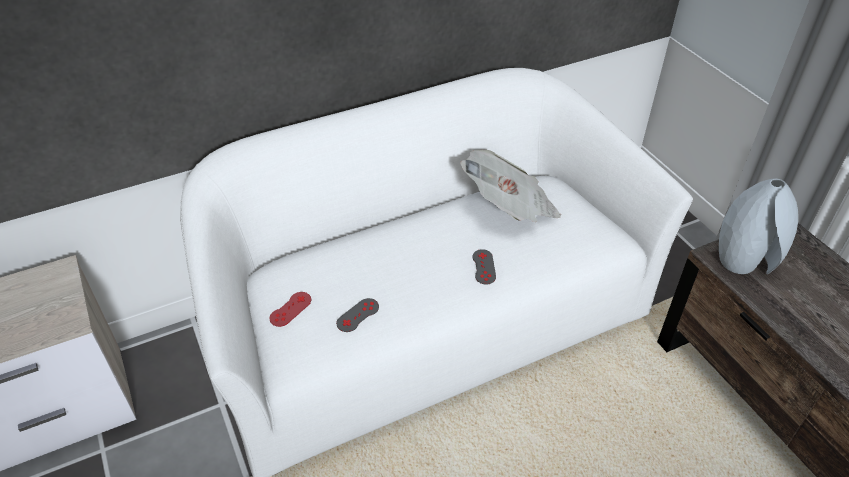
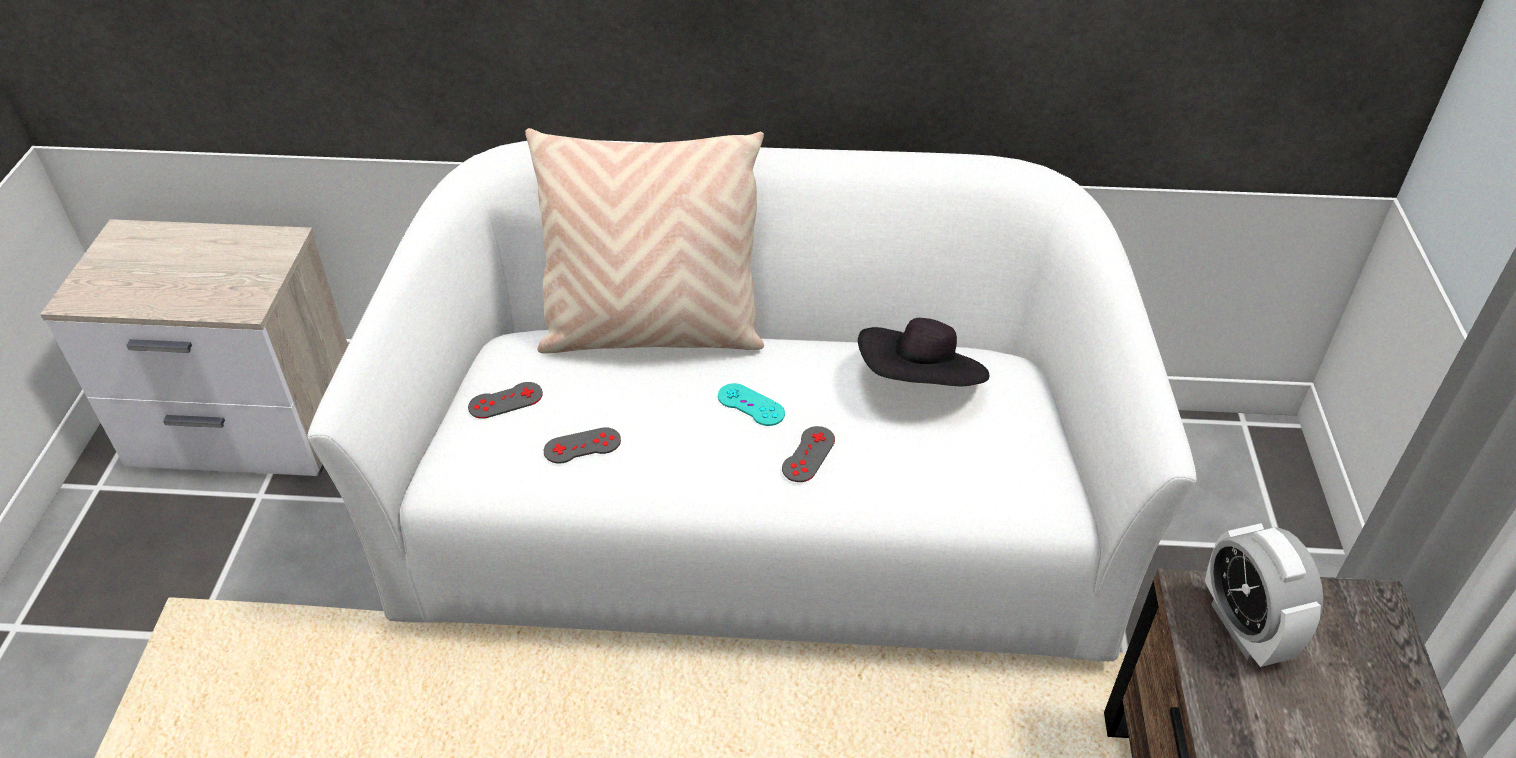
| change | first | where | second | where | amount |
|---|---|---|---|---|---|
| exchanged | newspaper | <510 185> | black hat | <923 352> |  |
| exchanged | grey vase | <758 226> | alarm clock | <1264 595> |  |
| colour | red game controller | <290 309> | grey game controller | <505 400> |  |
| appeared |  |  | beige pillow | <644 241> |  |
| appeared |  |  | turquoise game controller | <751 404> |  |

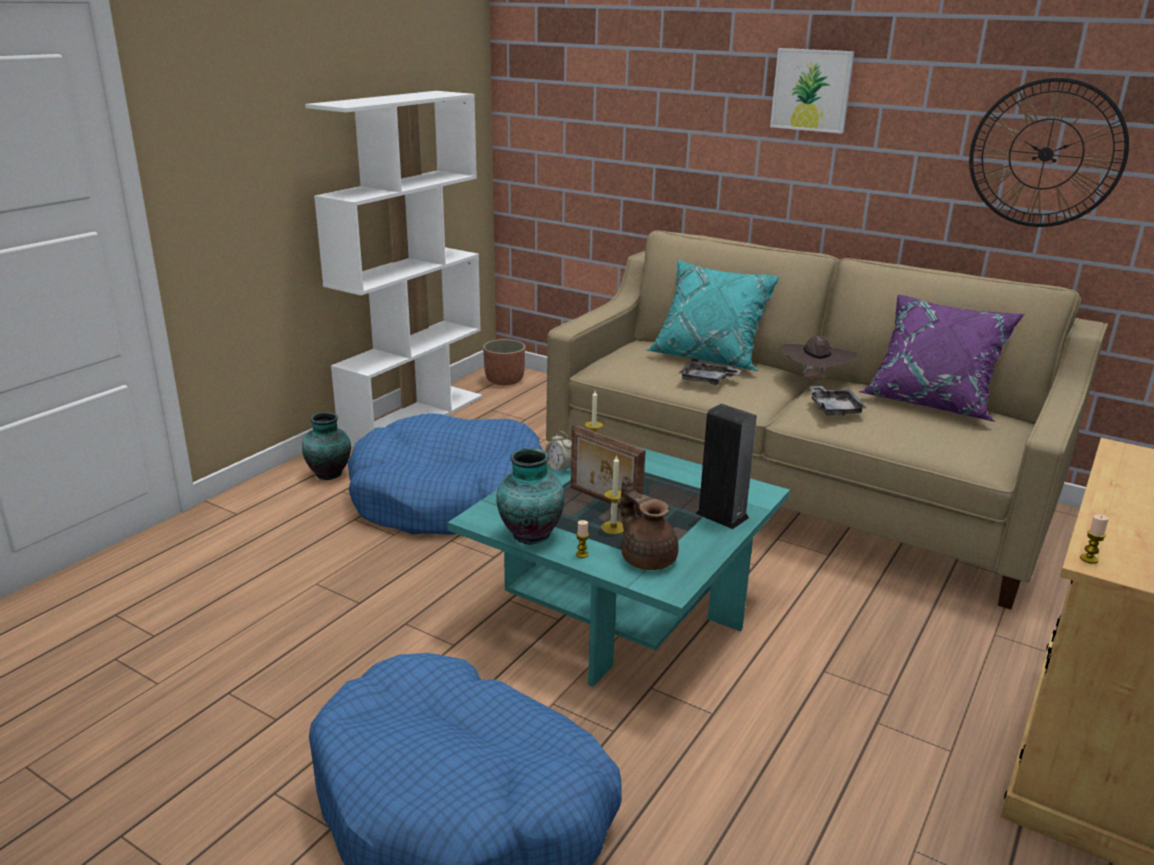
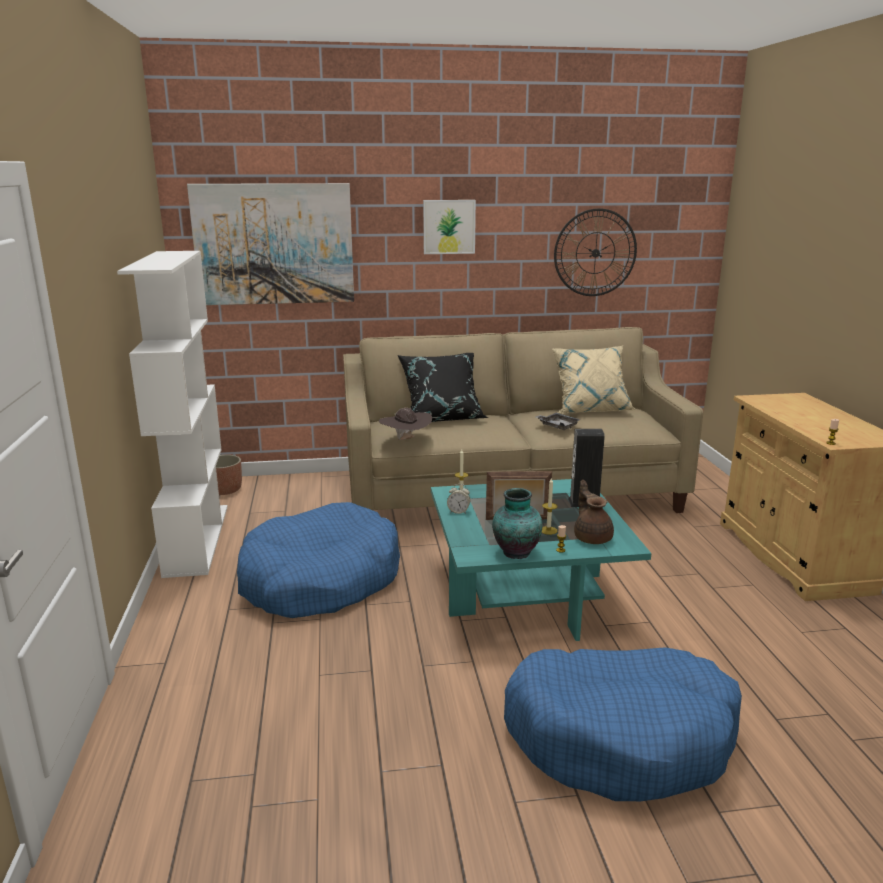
| change | first | where | second | where | amount |
|---|---|---|---|---|---|
| colour | turquoise pillow | <712 315> | black pillow | <443 387> |  |
| colour | purple pillow | <941 358> | beige pillow | <594 379> |  |
| relocated | brown hat | <818 357> |  | <405 424> |  |
| missing | grey tray | <710 371> |  |  |  |
| missing | vase | <326 446> |  |  |  |
| spun | brown teapot | <649 522> |  | <594 512> | 60 degrees clockwise |
| appeared |  |  | picture | <270 244> |  |

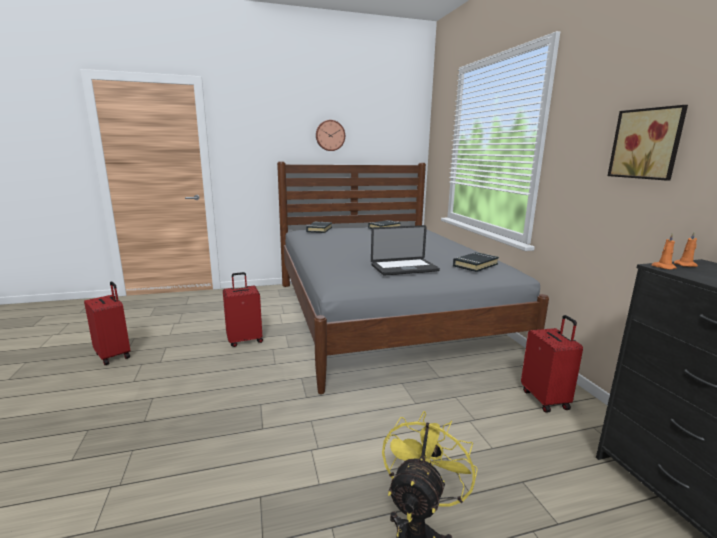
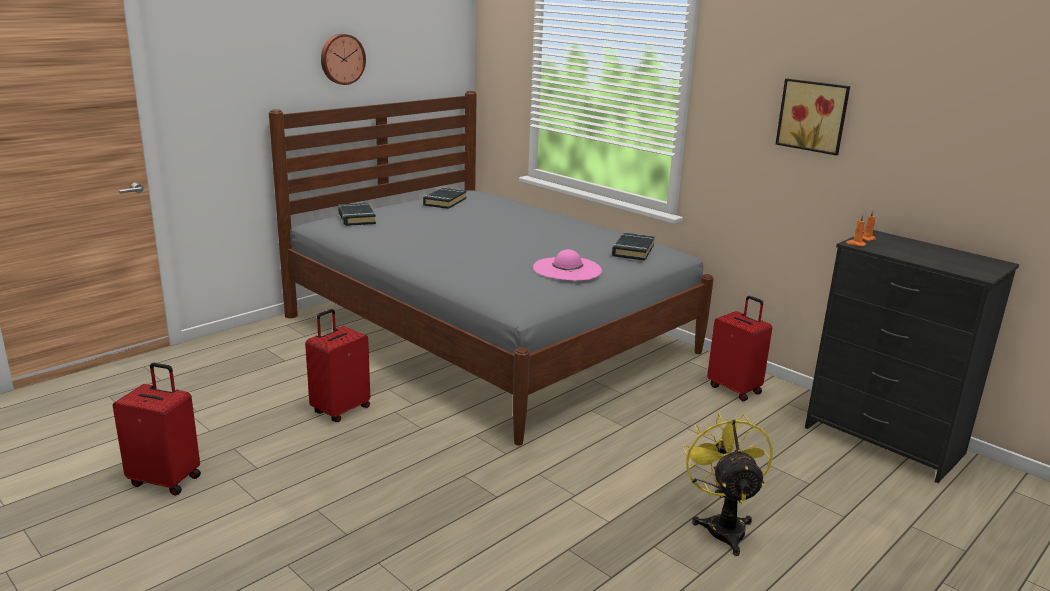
| change | first | where | second | where | amount |
|---|---|---|---|---|---|
| exchanged | laptop | <405 250> | pink hat | <567 265> |  |

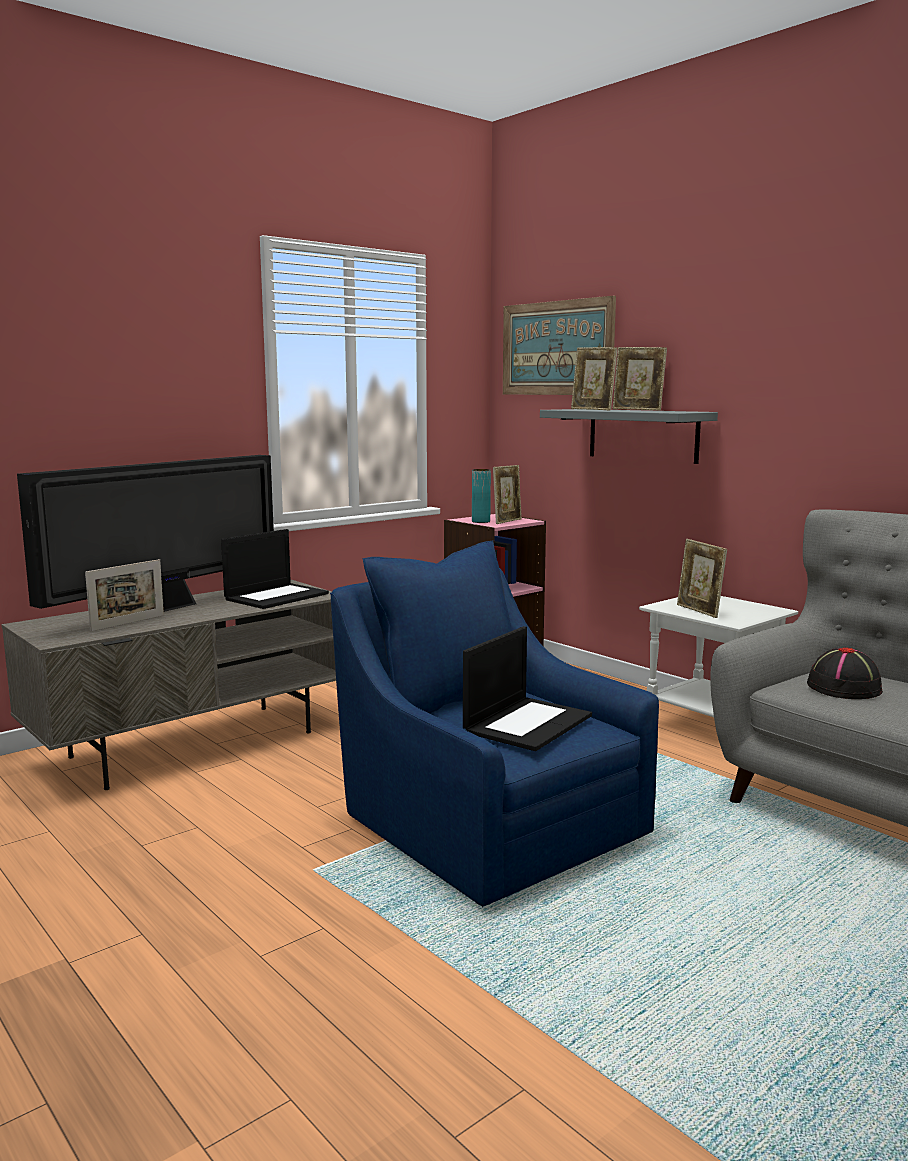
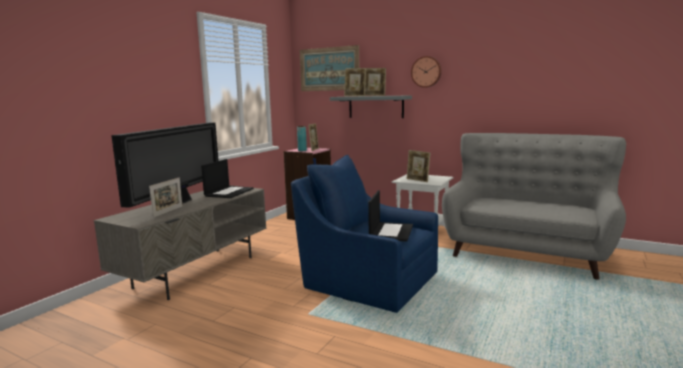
| change | first | where | second | where | amount |
|---|---|---|---|---|---|
| missing | black hat | <845 673> |  |  |  |
| appeared |  |  | wall clock | <426 72> |  |

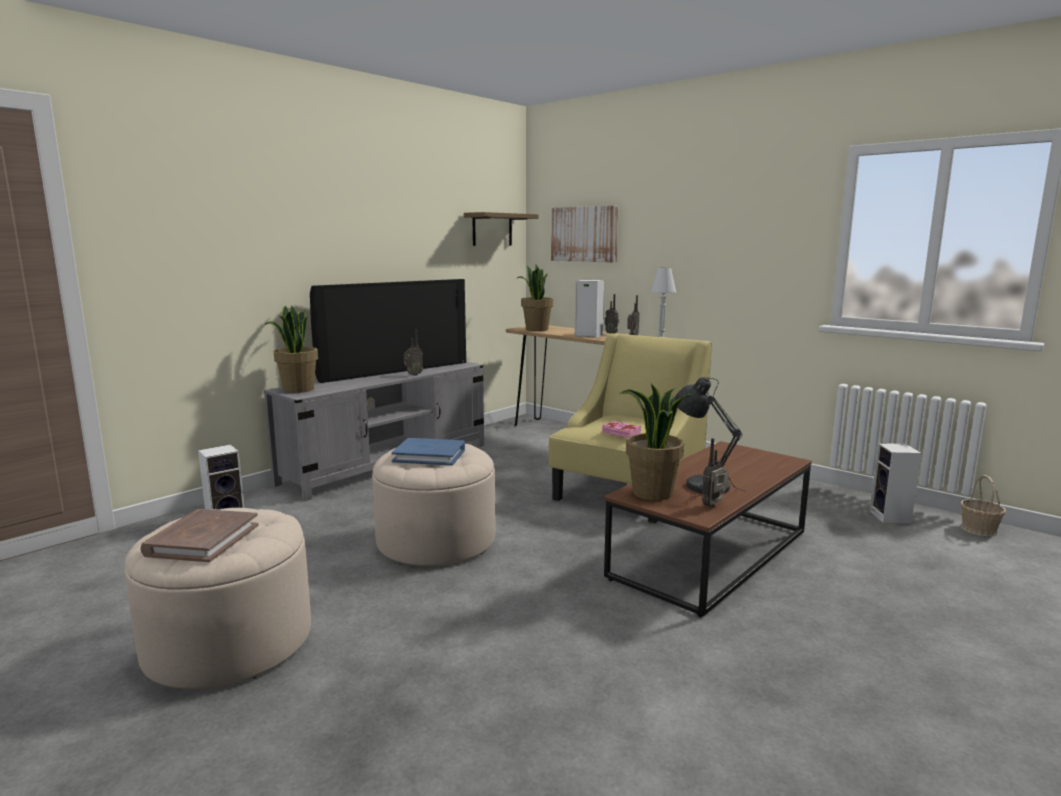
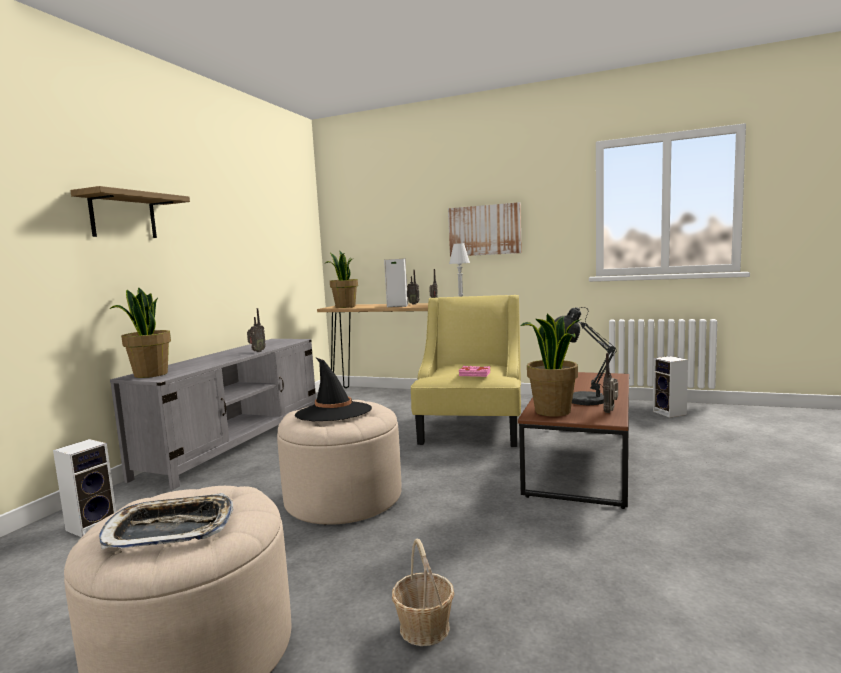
| change | first | where | second | where | amount |
|---|---|---|---|---|---|
| relocated | picture | <584 234> |  | <485 229> |  |
| relocated | shelf | <501 229> |  | <130 212> |  |
| missing | television | <388 331> |  |  |  |
| exchanged | blue book | <428 452> | black hat | <333 389> |  |
| relocated | basket | <983 505> |  | <423 592> |  |
| exchanged | brown book | <199 535> | tray | <166 521> |  |

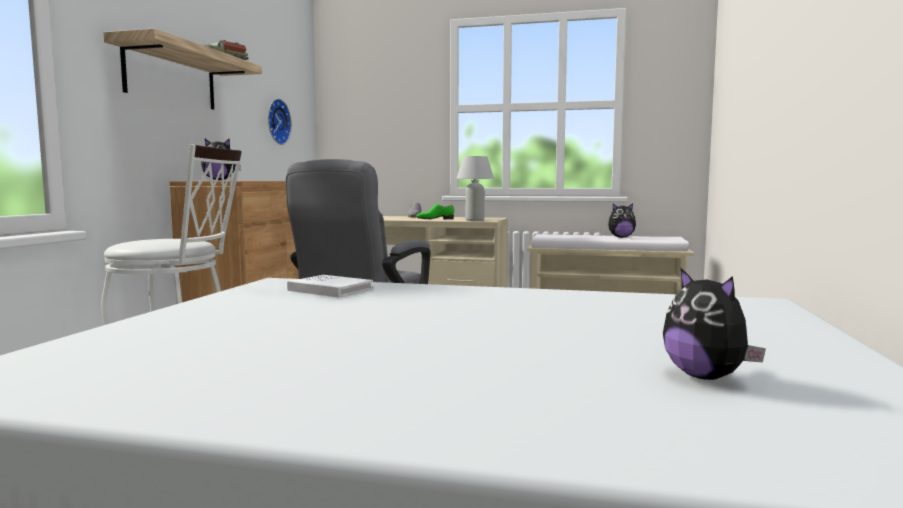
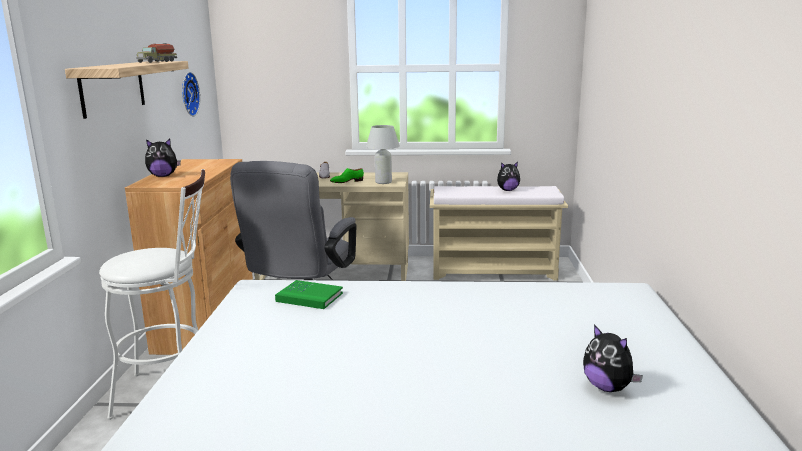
| change | first | where | second | where | amount |
|---|---|---|---|---|---|
| colour | white book | <330 286> | green book | <309 294> |  |

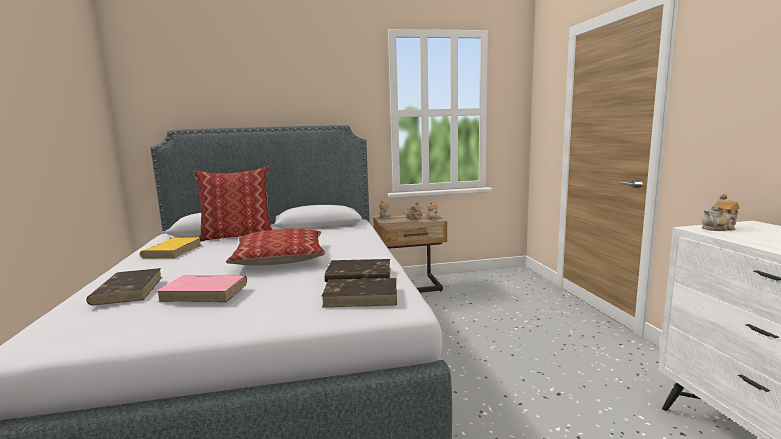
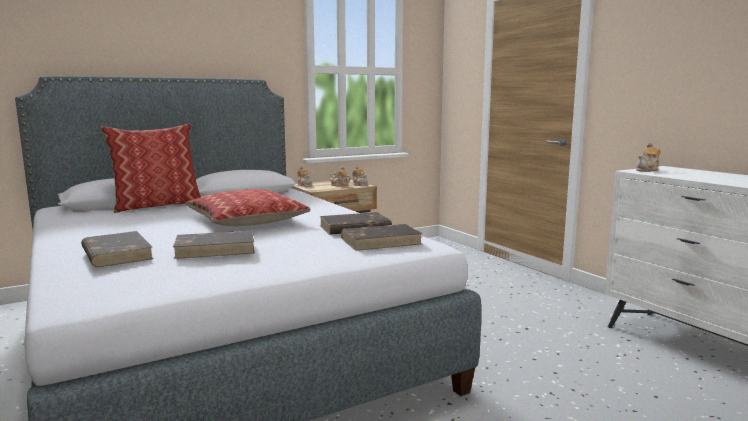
| change | first | where | second | where | amount |
|---|---|---|---|---|---|
| missing | yellow book | <170 248> |  |  |  |
| colour | pink book | <202 289> | brown book | <214 244> |  |

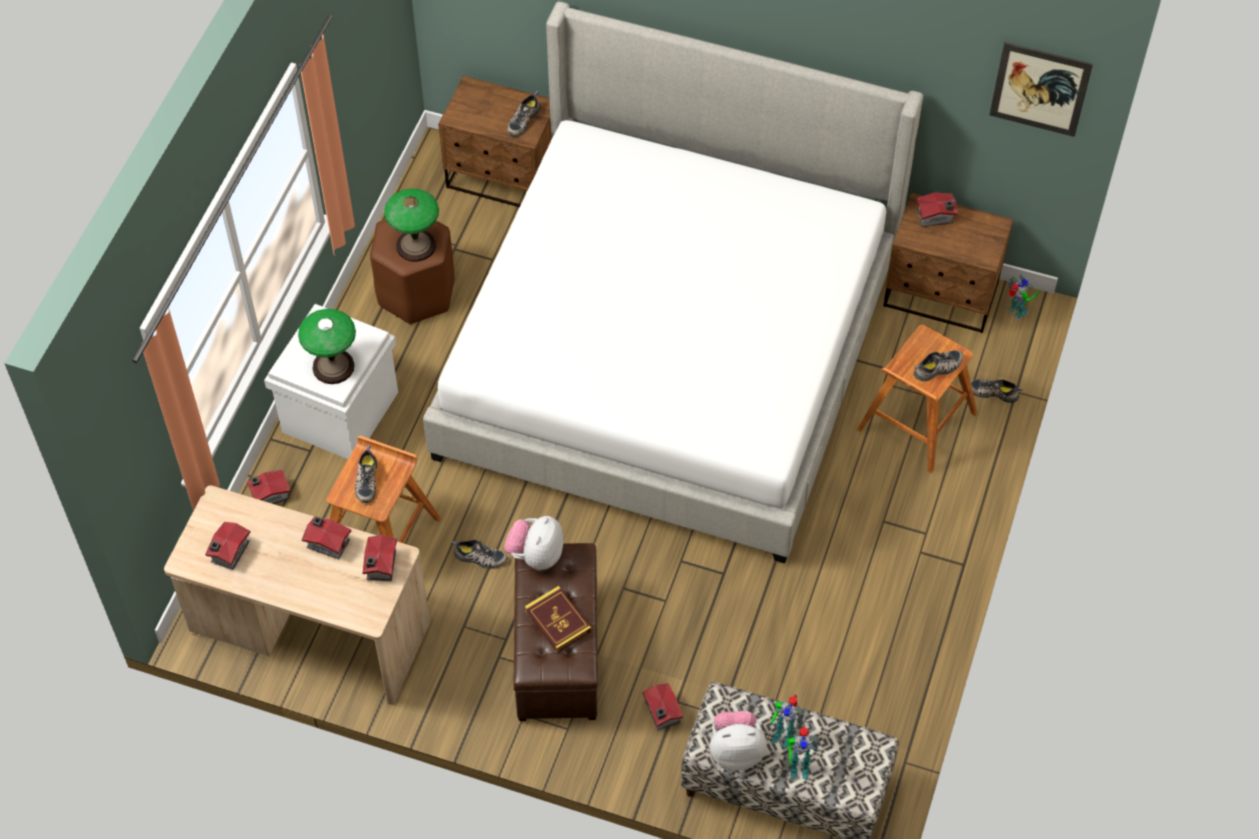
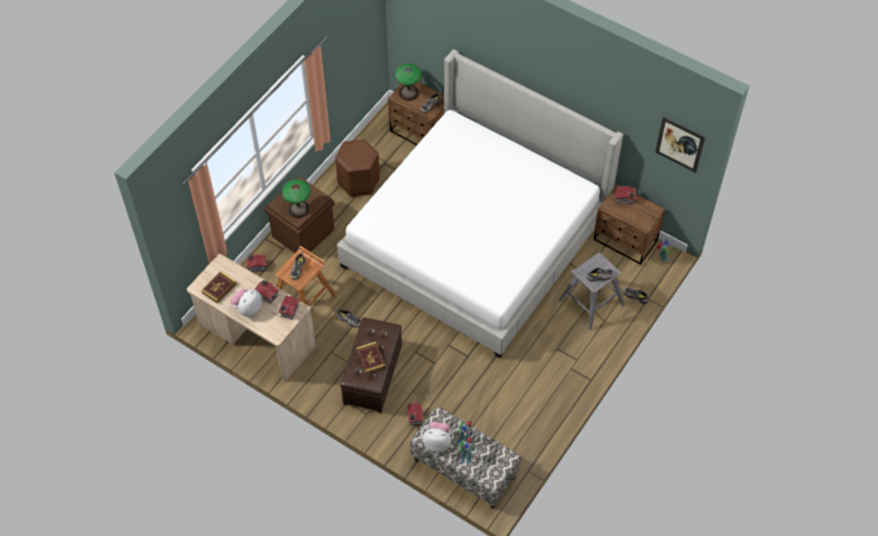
| change | first | where | second | where | amount |
|---|---|---|---|---|---|
| relocated | table lamp | <411 225> |  | <408 82> |  |
| colour | white storage box | <331 381> | brown storage box | <299 214> |  |
| colour | brown stool | <917 399> | grey stool | <591 291> |  |
| relocated | plush toy | <533 543> |  | <246 303> |  |
| exchanged | toy house | <227 546> | book | <219 287> |  |

